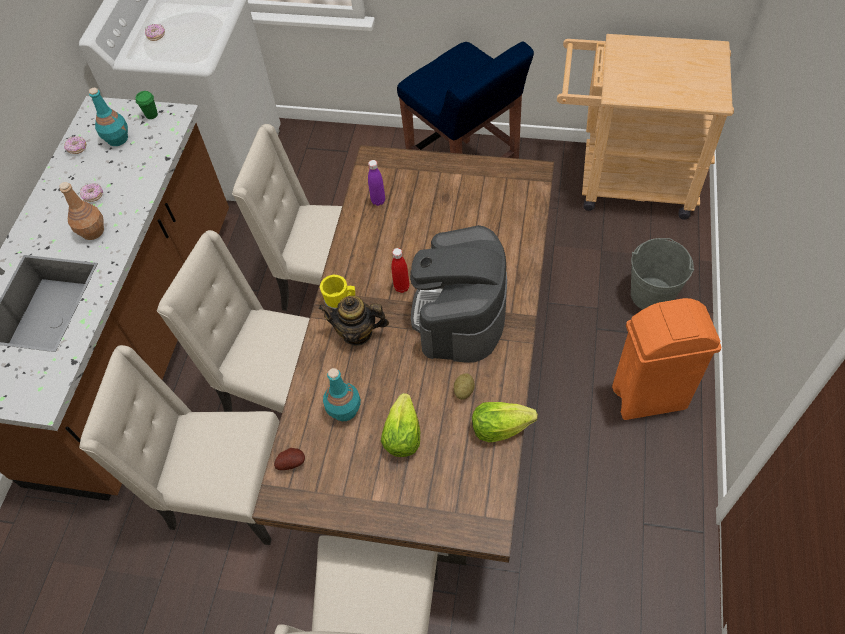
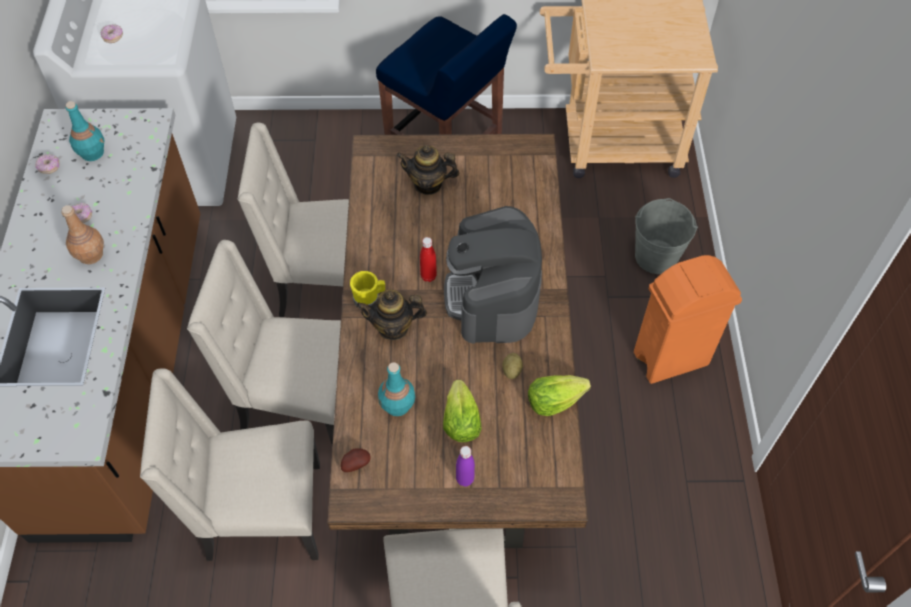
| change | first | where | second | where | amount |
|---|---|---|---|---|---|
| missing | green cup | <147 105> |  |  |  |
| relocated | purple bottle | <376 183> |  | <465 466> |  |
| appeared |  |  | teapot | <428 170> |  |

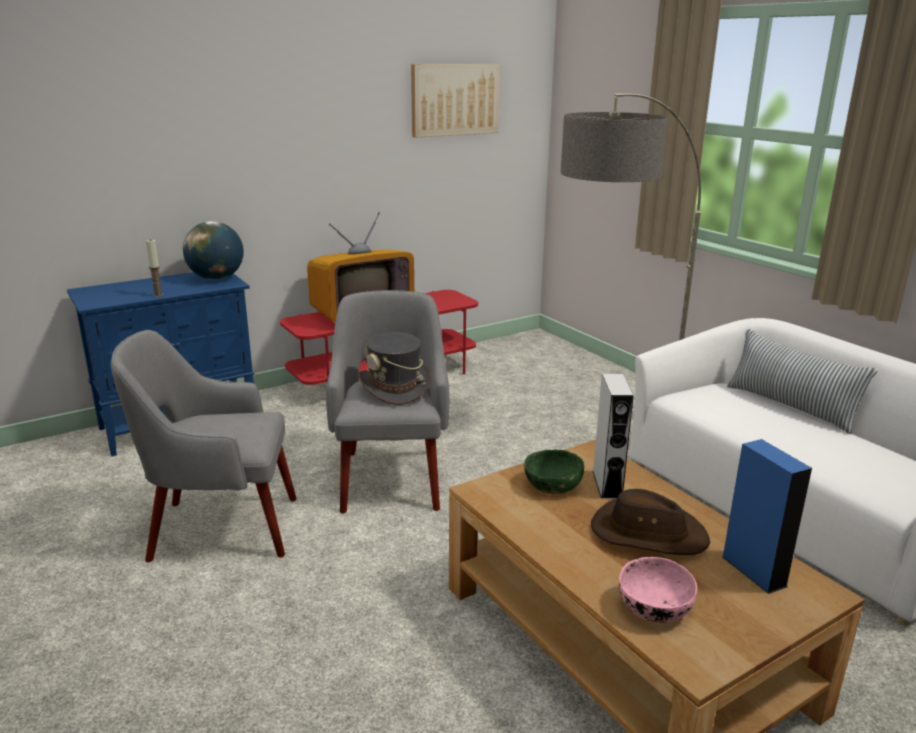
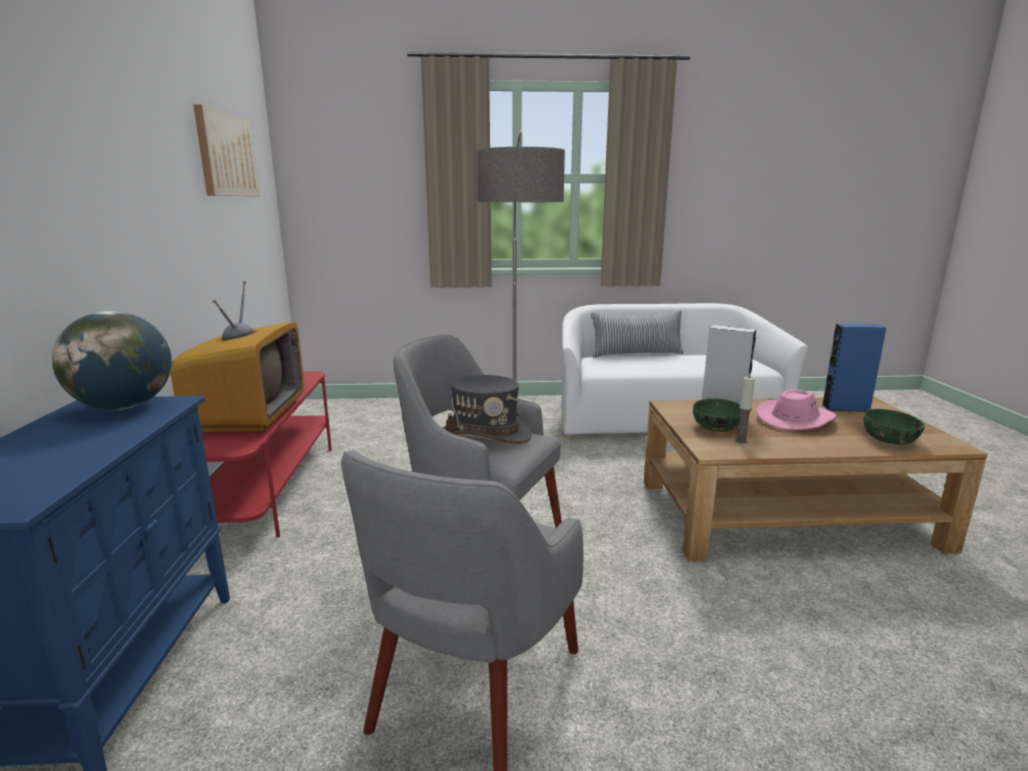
| change | first | where | second | where | amount |
|---|---|---|---|---|---|
| relocated | candle | <154 268> |  | <745 410> |  |
| colour | brown hat | <650 522> | pink hat | <796 409> |  |
| colour | pink bowl | <658 590> | green bowl | <894 427> |  |

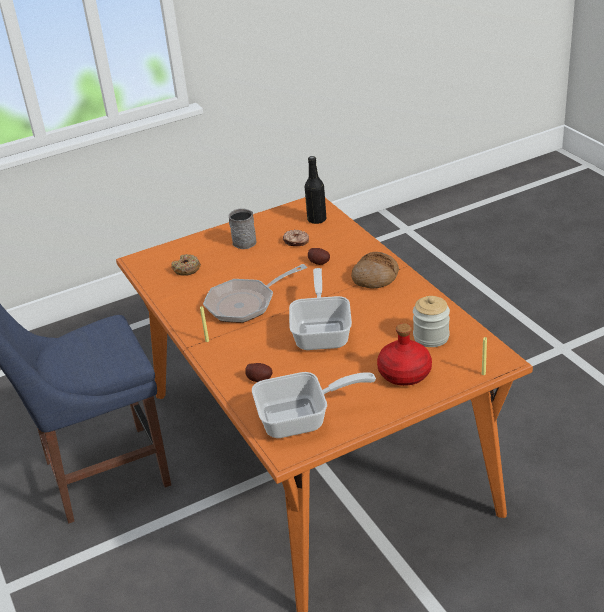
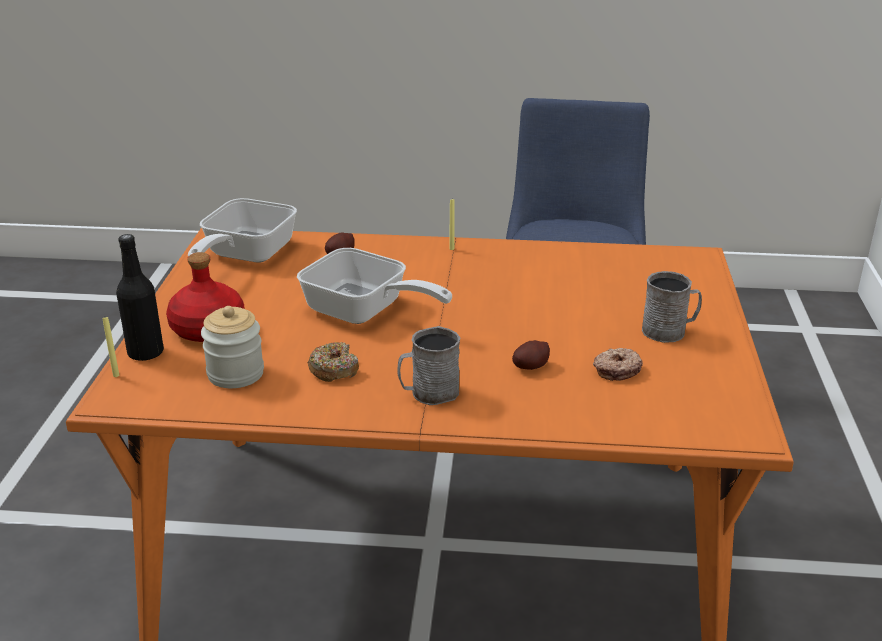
| change | first | where | second | where | amount |
|---|---|---|---|---|---|
| relocated | black bottle | <315 190> |  | <140 297> |  |
| exchanged | bread | <375 270> | grey mug | <429 365> |  |
| relocated | donut | <186 265> |  | <333 362> |  |
| missing | frying pan | <255 293> |  |  |  |

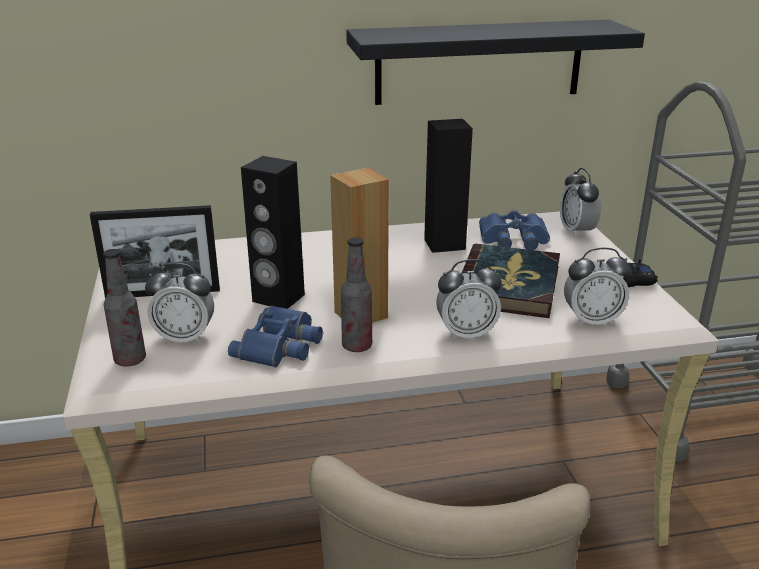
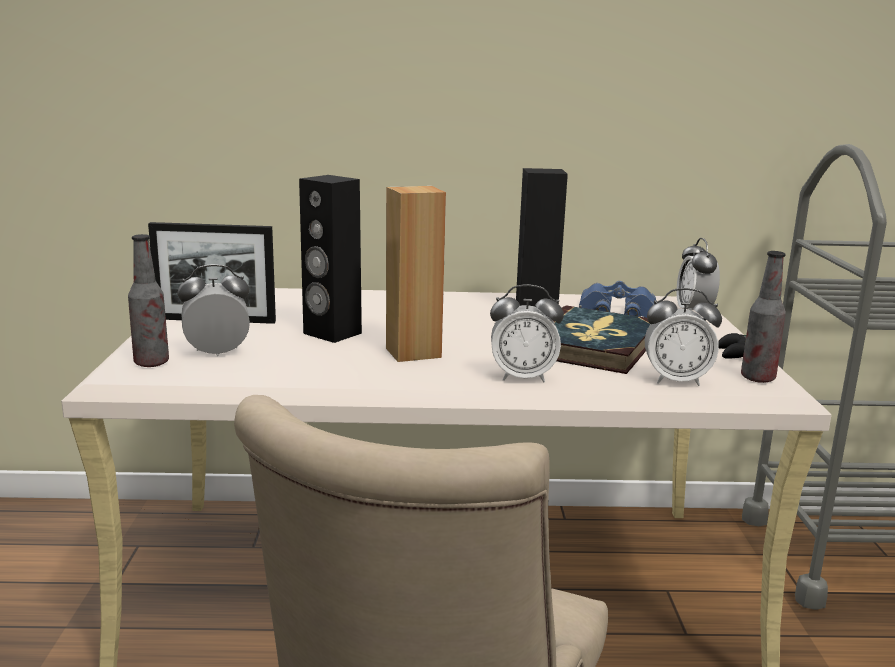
| change | first | where | second | where | amount |
|---|---|---|---|---|---|
| missing | black shelf | <495 62> |  |  |  |
| relocated | bottle | <356 294> |  | <763 317> |  |
| spun | alarm clock | <179 303> |  | <213 310> | 150 degrees clockwise |
| missing | blue binoculars | <275 336> |  |  |  |

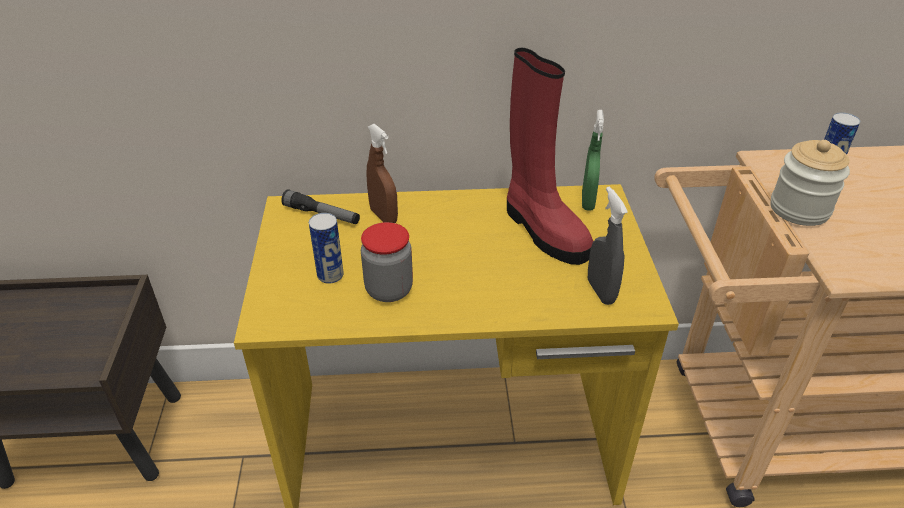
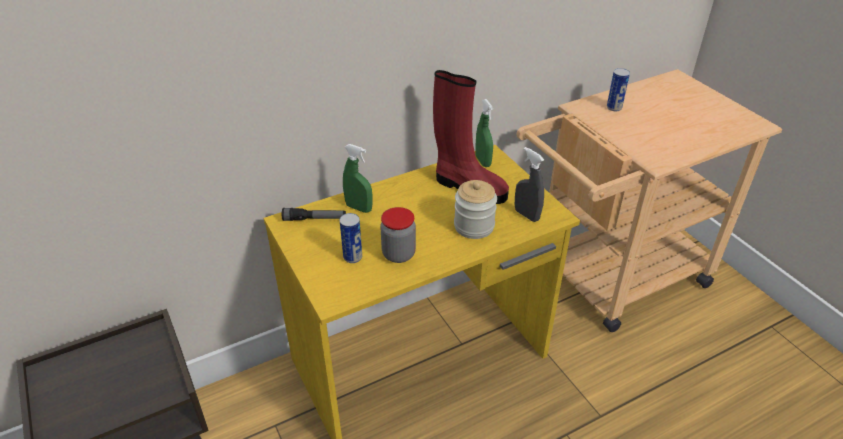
| change | first | where | second | where | amount |
|---|---|---|---|---|---|
| colour | brown spray bottle | <382 173> | green spray bottle | <358 178> |  |
| relocated | jar | <810 183> |  | <475 209> |  |

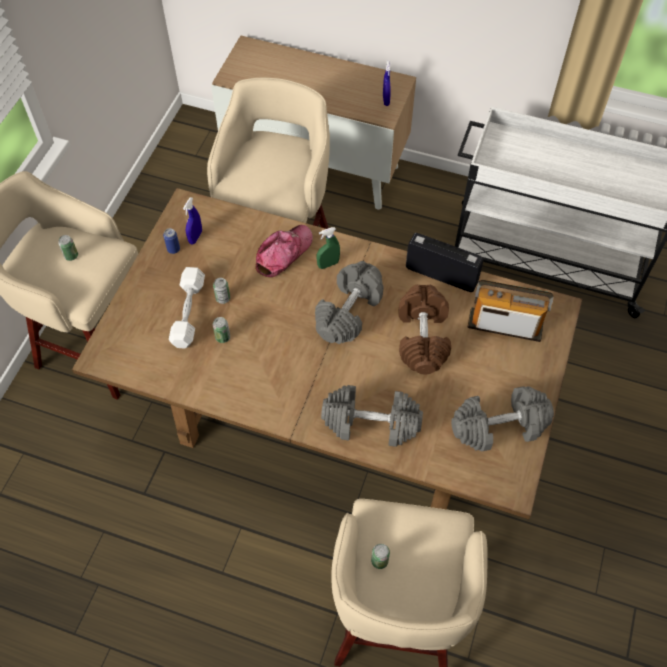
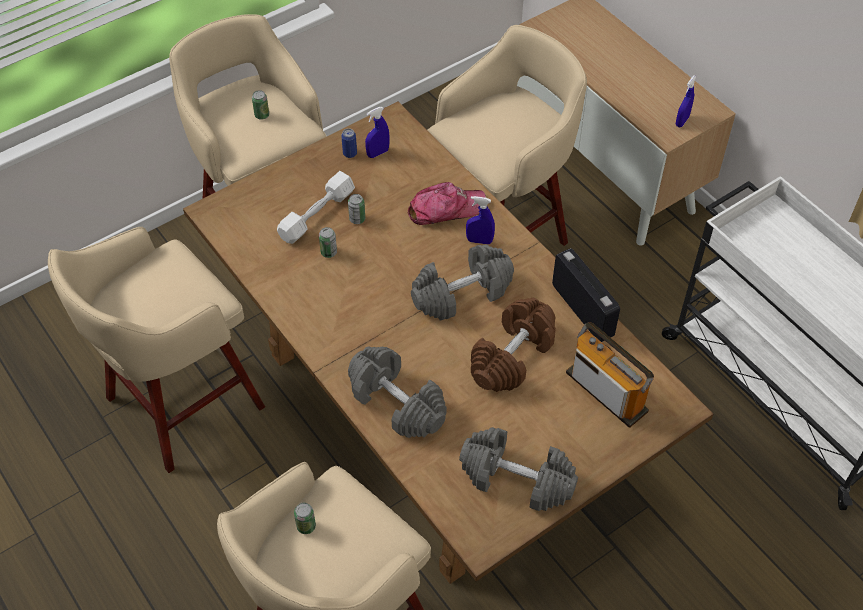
| change | first | where | second | where | amount |
|---|---|---|---|---|---|
| colour | green spray bottle | <328 248> | blue spray bottle | <480 220> |  |
| appeared |  |  | beige stool | <156 350> |  |

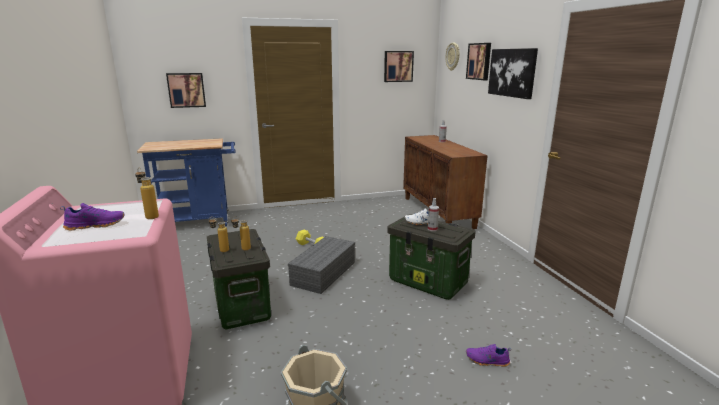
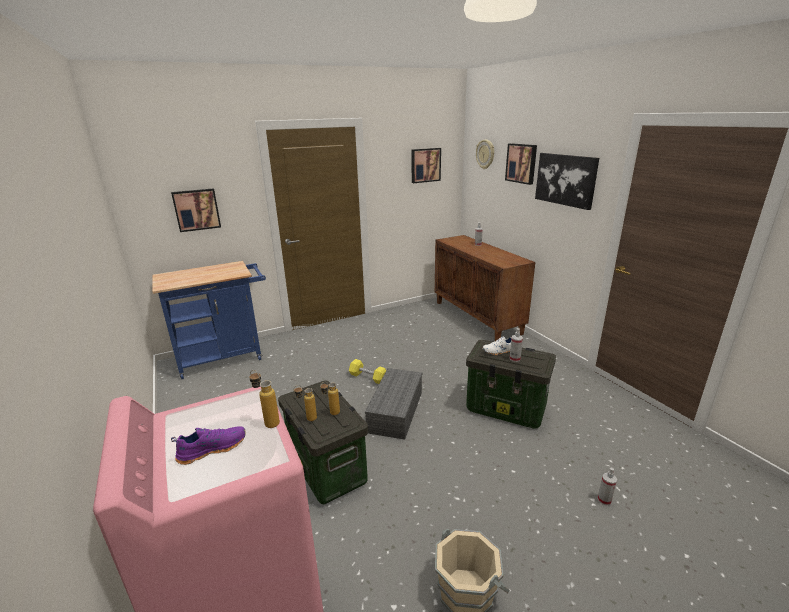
| change | first | where | second | where | amount |
|---|---|---|---|---|---|
| exchanged | purple shoe | <488 355> | spray bottle | <607 487> |  |

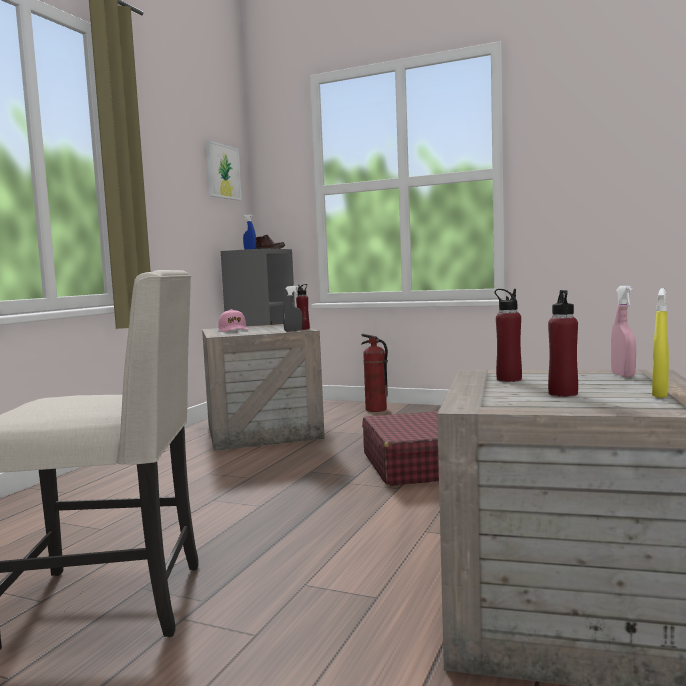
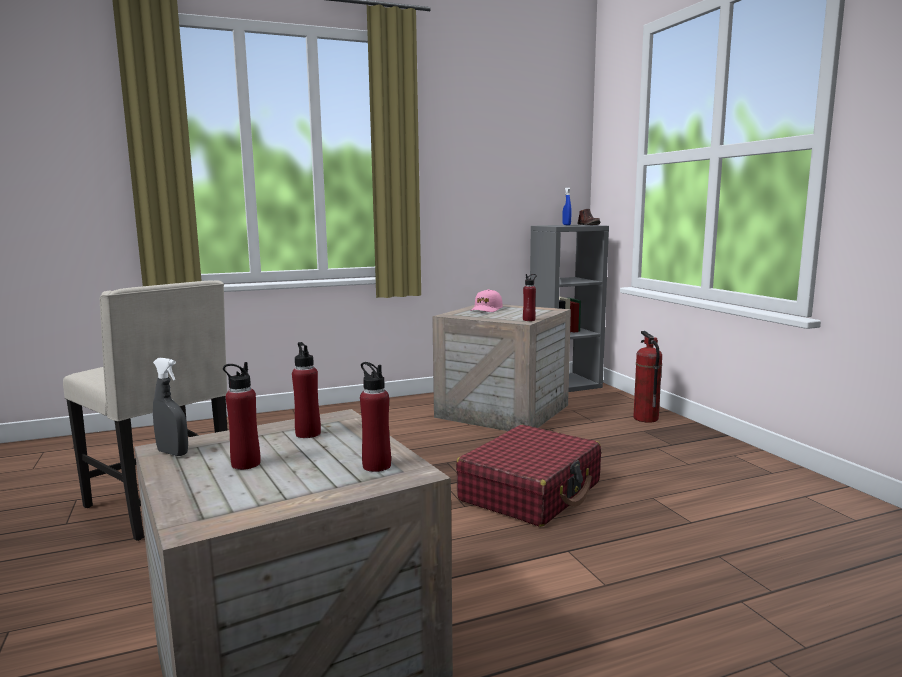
| change | first | where | second | where | amount |
|---|---|---|---|---|---|
| missing | picture | <224 170> |  |  |  |
| relocated | grey spray bottle | <293 309> |  | <170 407> |  |
| exchanged | pink spray bottle | <623 331> | red bottle | <375 417> |  |
| missing | yellow spray bottle | <660 343> |  |  |  |

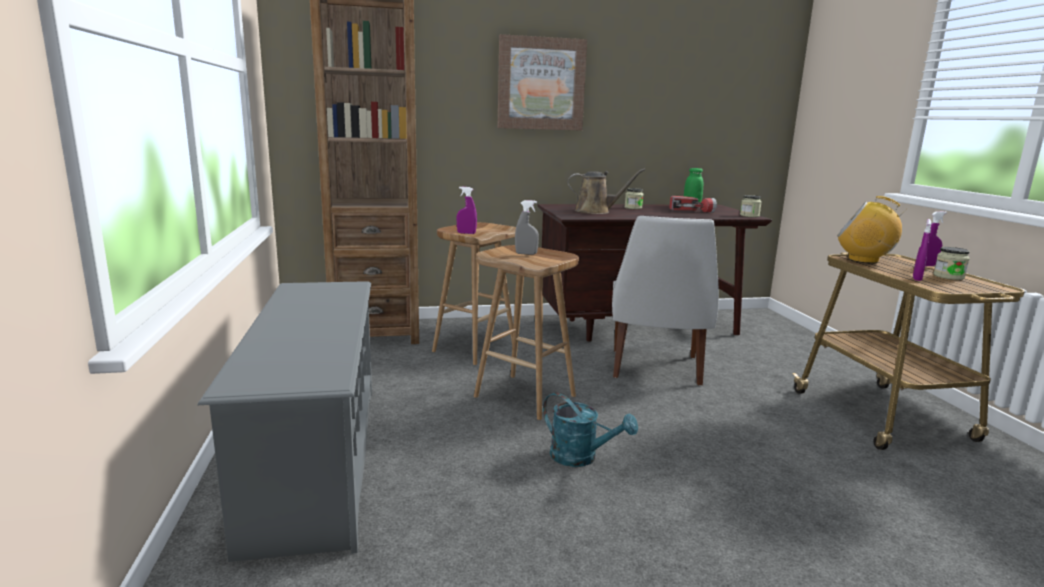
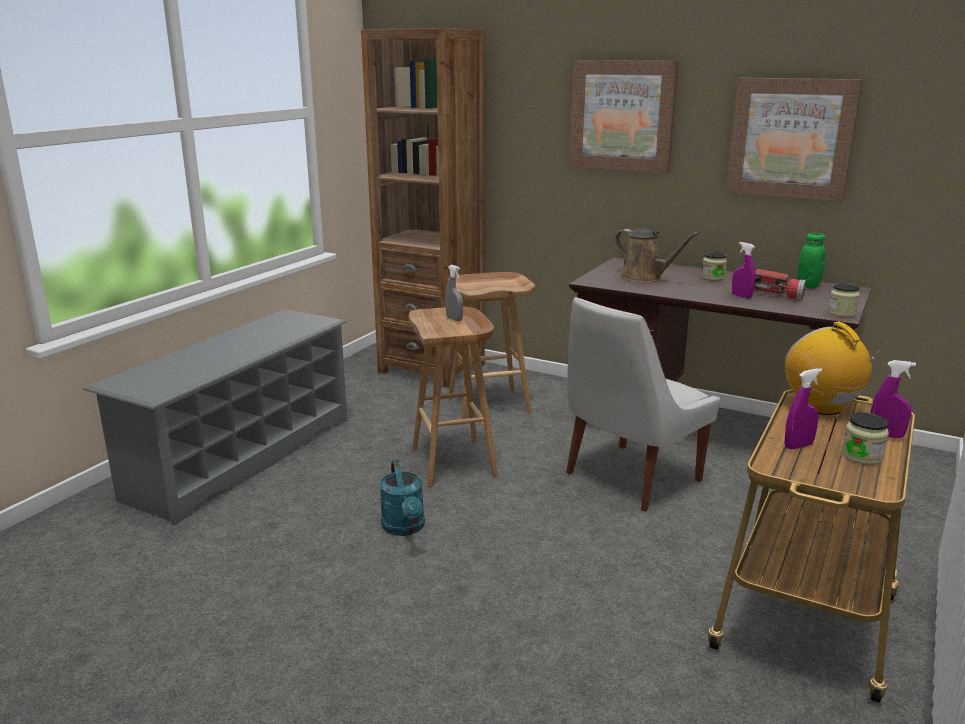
| change | first | where | second | where | amount |
|---|---|---|---|---|---|
| relocated | purple spray bottle | <467 210> |  | <743 270> |  |
| appeared |  |  | picture | <794 140> |  |

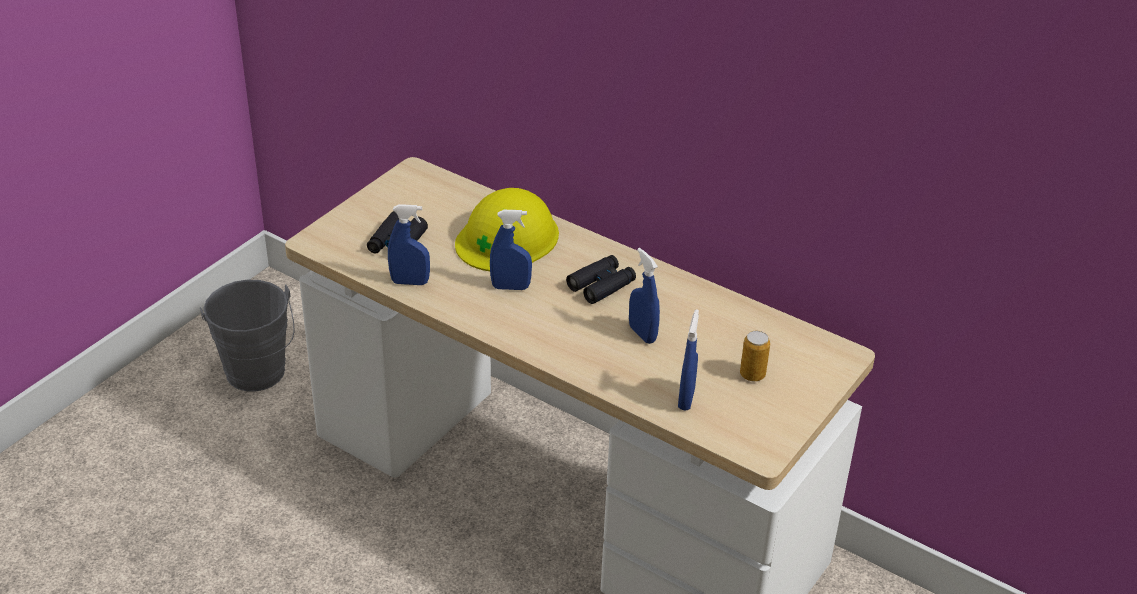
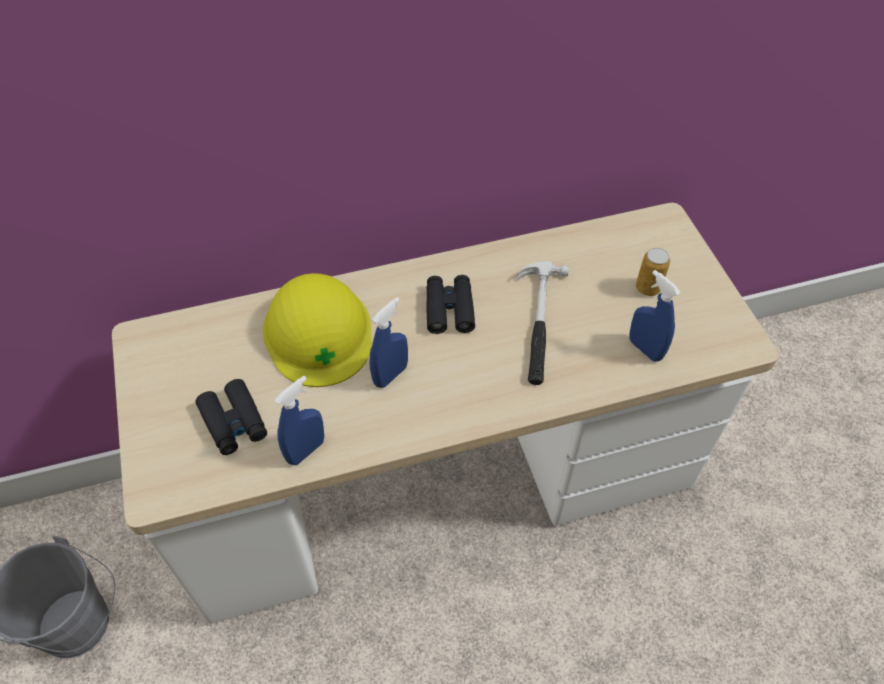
| change | first | where | second | where | amount |
|---|---|---|---|---|---|
| exchanged | blue spray bottle | <644 296> | hammer | <543 323> |  |

